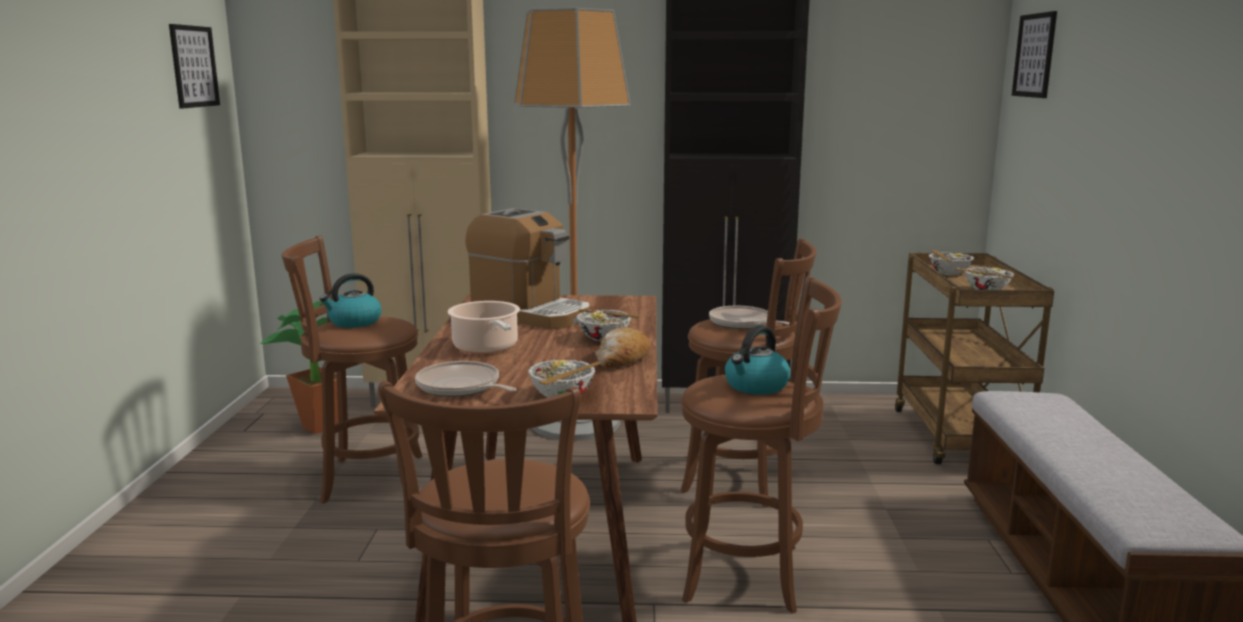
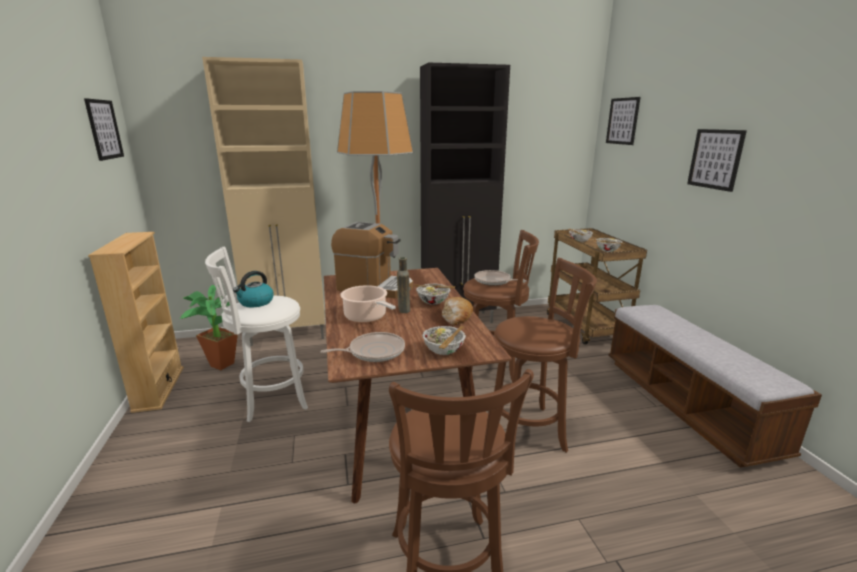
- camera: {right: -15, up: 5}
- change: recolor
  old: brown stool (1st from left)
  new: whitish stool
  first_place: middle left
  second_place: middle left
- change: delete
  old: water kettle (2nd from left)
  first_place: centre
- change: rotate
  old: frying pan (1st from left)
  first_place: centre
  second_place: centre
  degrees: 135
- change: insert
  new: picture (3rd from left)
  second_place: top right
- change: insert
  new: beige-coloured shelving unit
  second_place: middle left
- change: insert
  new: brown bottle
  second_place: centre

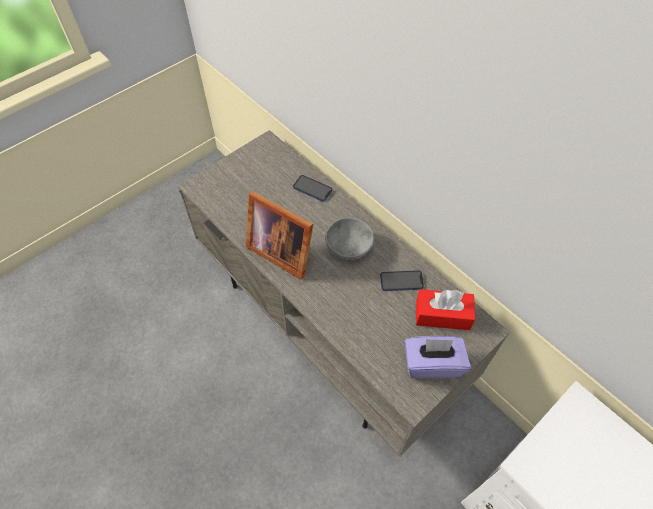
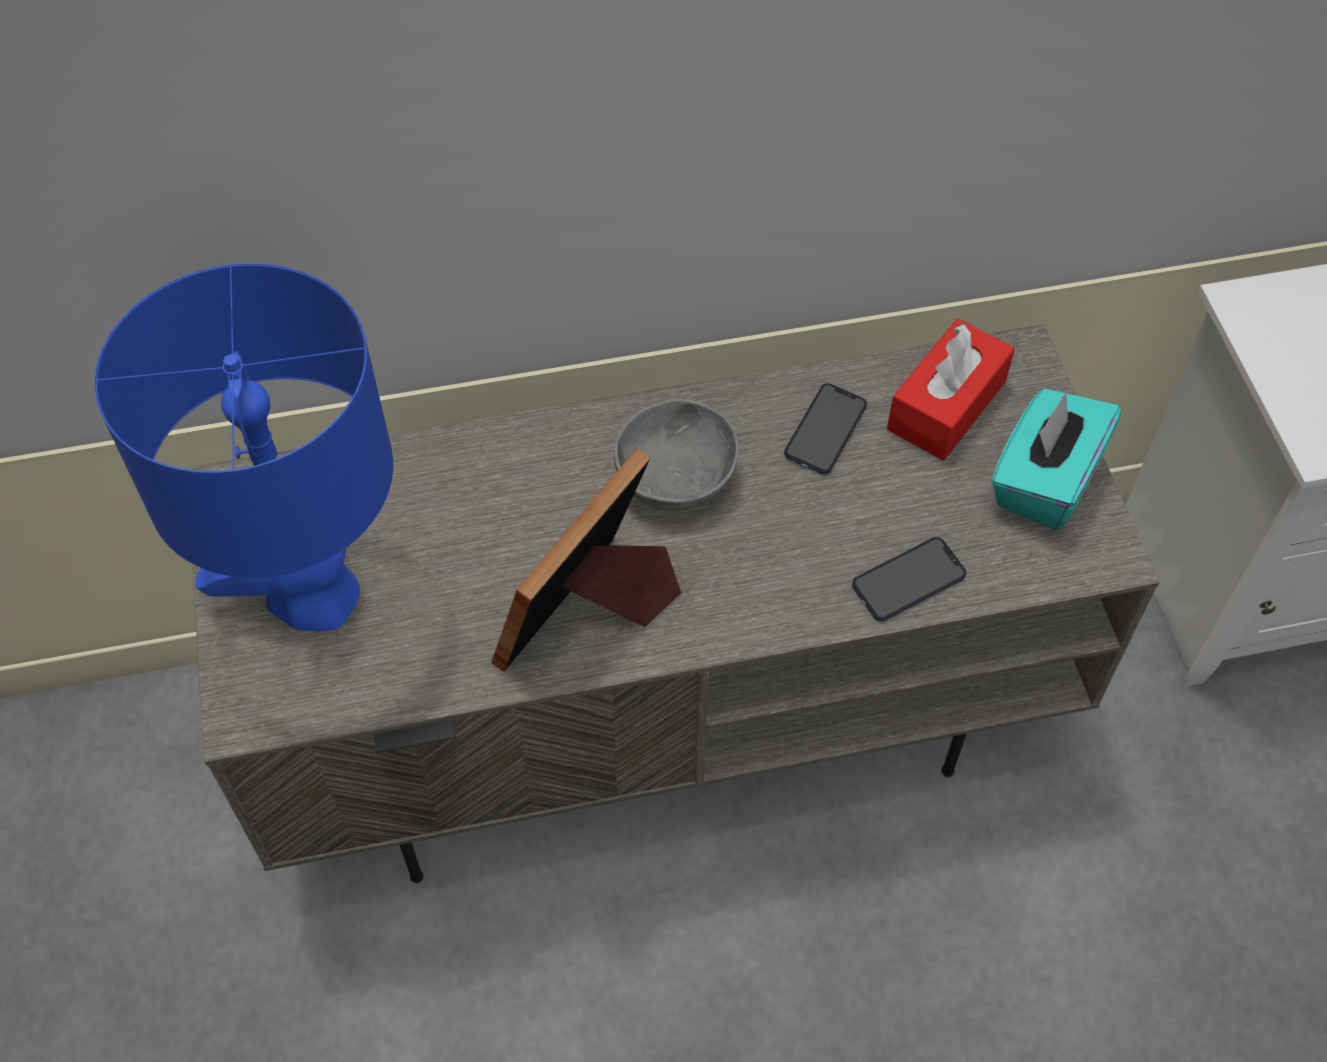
- camera: {right: -60, up: 0}
- change: move
  old: phone (1st from left in the first image)
  new: phone (2nd from left)
  first_place: centre
  second_place: middle right
- change: rotate
  old: standing frame
  first_place: centre
  second_place: centre
  degrees: 150
- change: recolor
  old: purple-coloured tissue holder
  new: turquoise tissue holder
  first_place: bottom right
  second_place: middle right
- change: insert
  new: blue-coloured lamp for a table
  second_place: middle left

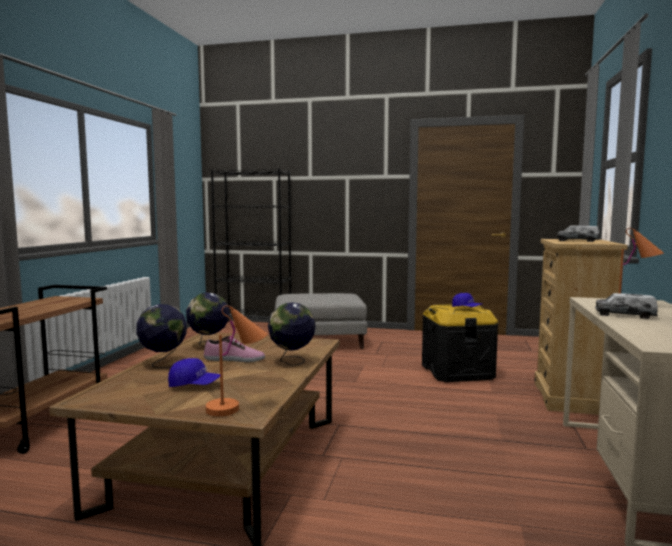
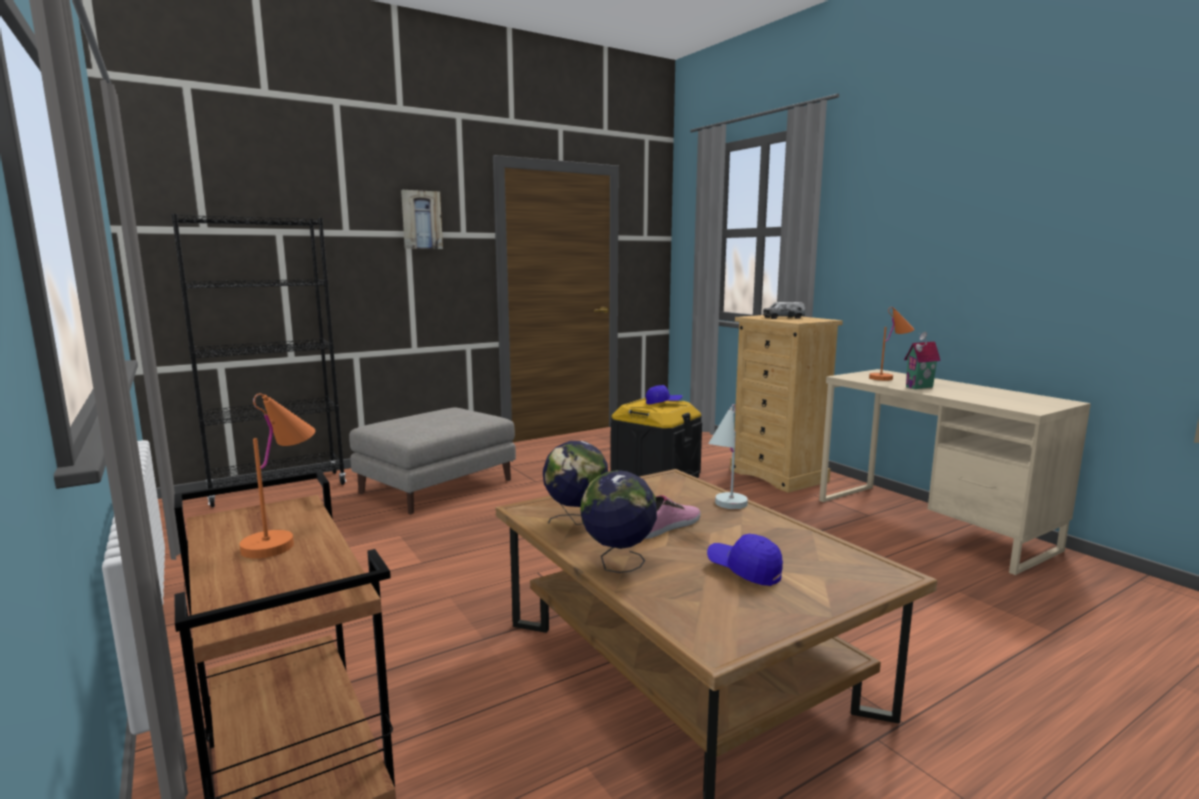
- camera: {right: -45, up: 5}
- change: replace
  old: model truck (2nd from left)
  new: model house
  first_place: middle right
  second_place: middle right
- change: replace
  old: world globe (3rd from left)
  new: whitish lamp for a table
  first_place: centre
  second_place: centre
- change: move
  old: orangey lamp for a table (1st from left)
  first_place: centre
  second_place: middle left
- change: rotate
  old: blue-coloured peaked cap (1st from left in the first image)
  first_place: bottom left
  second_place: bottom centre
  degrees: -105
- change: insert
  new: picture
  second_place: top centre

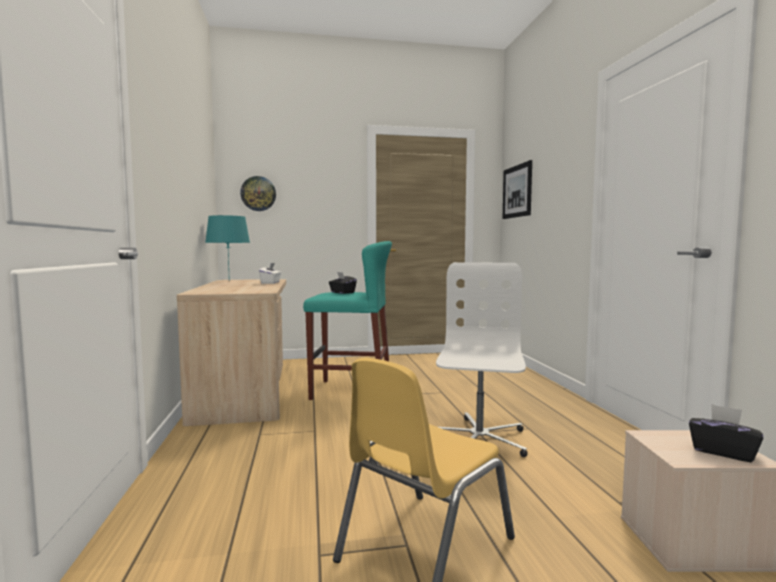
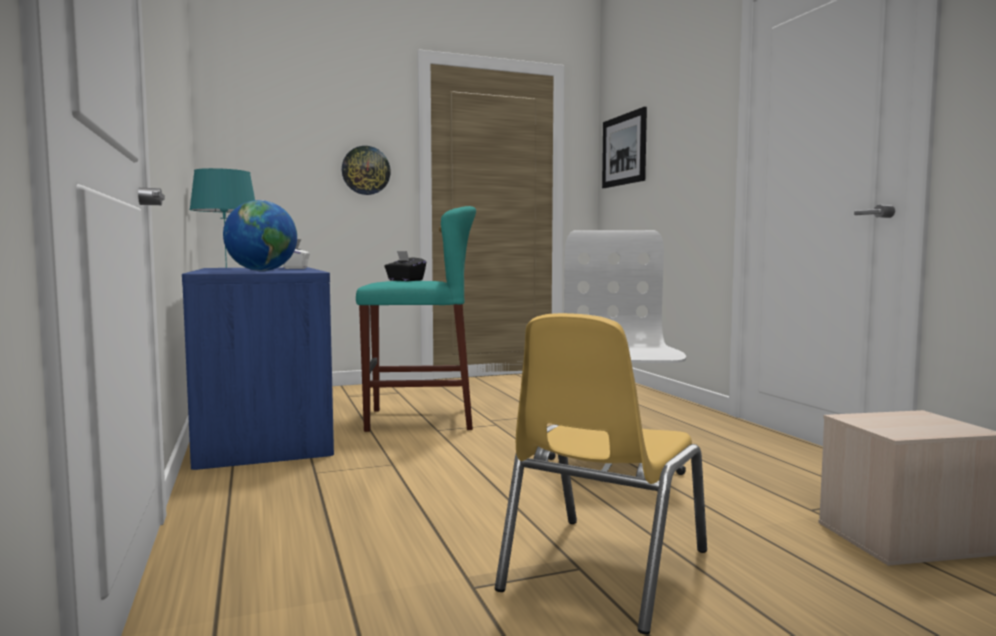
- camera: {right: -10, up: 0}
- change: move
  old: wall clock
  first_place: top left
  second_place: top centre
- change: recolor
  old: beige-coloured desk
  new: blue-coloured desk
  first_place: middle left
  second_place: middle left
- change: delete
  old: black-coloured tissue holder (2nd from left)
  first_place: bottom right
- change: insert
  new: world globe
  second_place: middle left

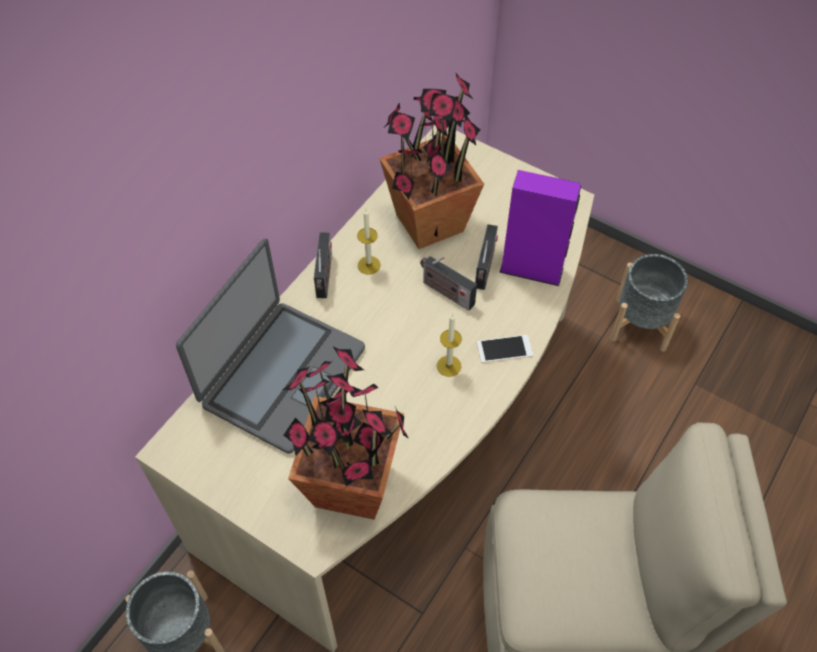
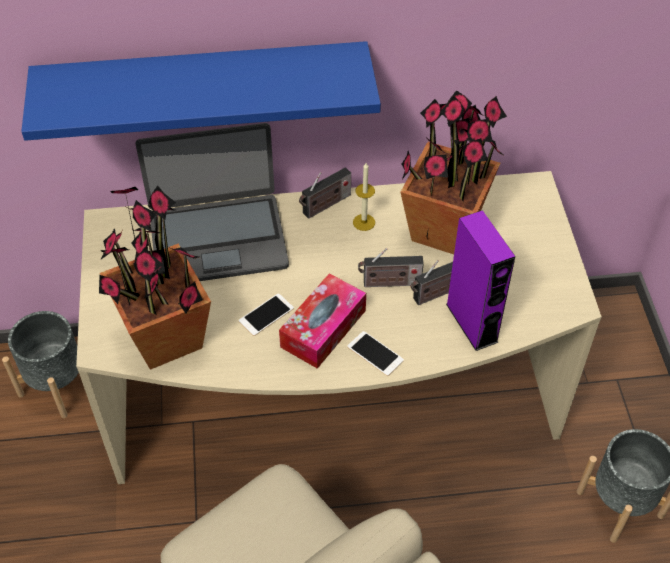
- camera: {right: 50, up: -5}
- change: rotate
  old: radio (2nd from left)
  first_place: centre
  second_place: centre
  degrees: -90
- change: replace
  old: wax candle (2nd from left)
  new: tissue holder
  first_place: centre
  second_place: centre
- change: insert
  new: blue-coloured shelf
  second_place: top left
- change: insert
  new: phone (1st from left)
  second_place: centre

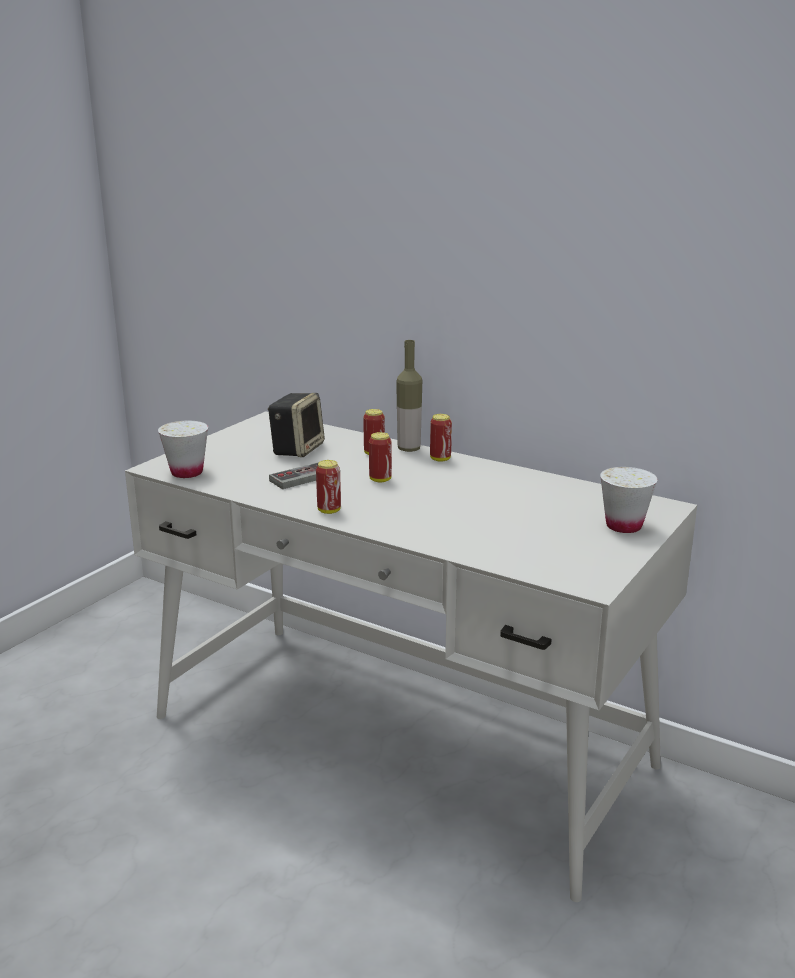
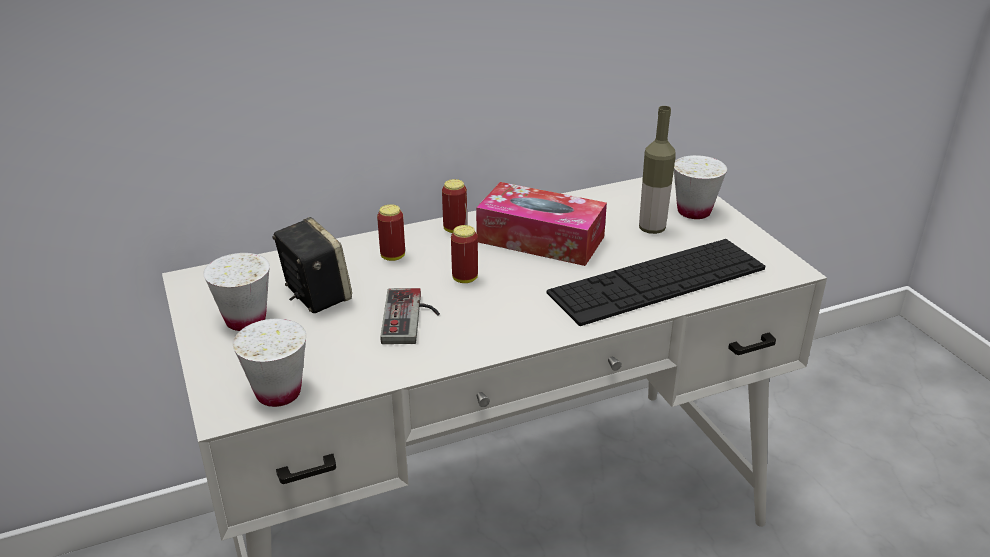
- camera: {right: -55, up: 10}
- change: move
  old: bottle
  first_place: centre
  second_place: top centre
- change: delete
  old: can (1st from left)
  first_place: centre
- change: insert
  new: tissue holder
  second_place: centre
- change: insert
  new: PC keyboard
  second_place: centre
- change: insert
  new: whitish small cup (1st from left)
  second_place: middle left

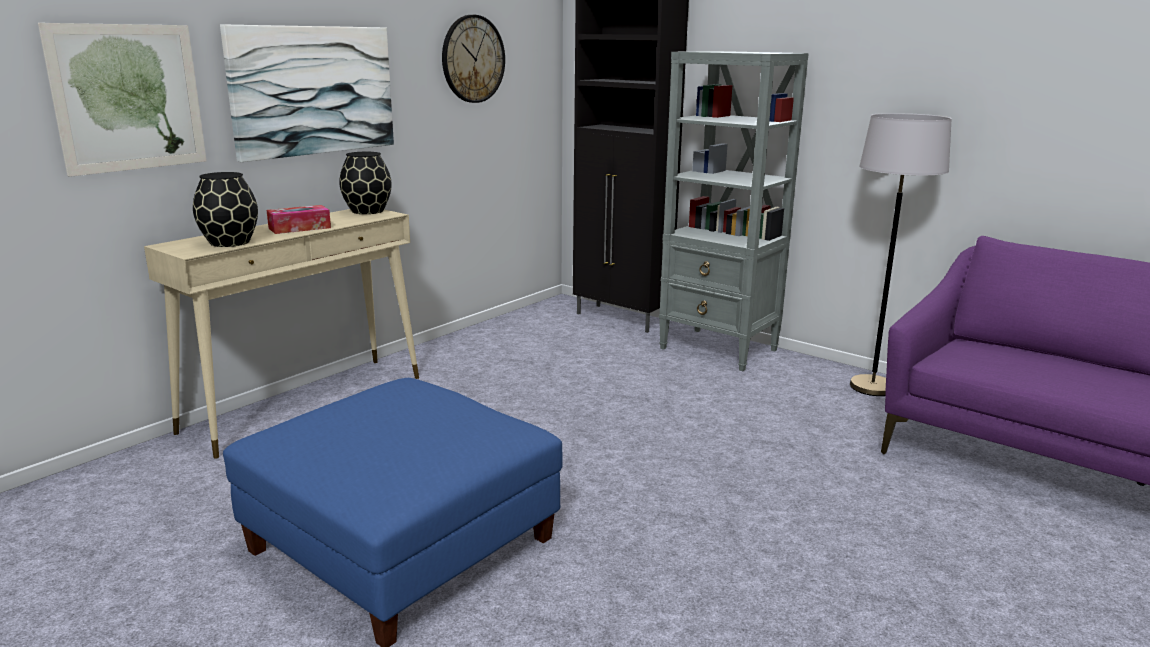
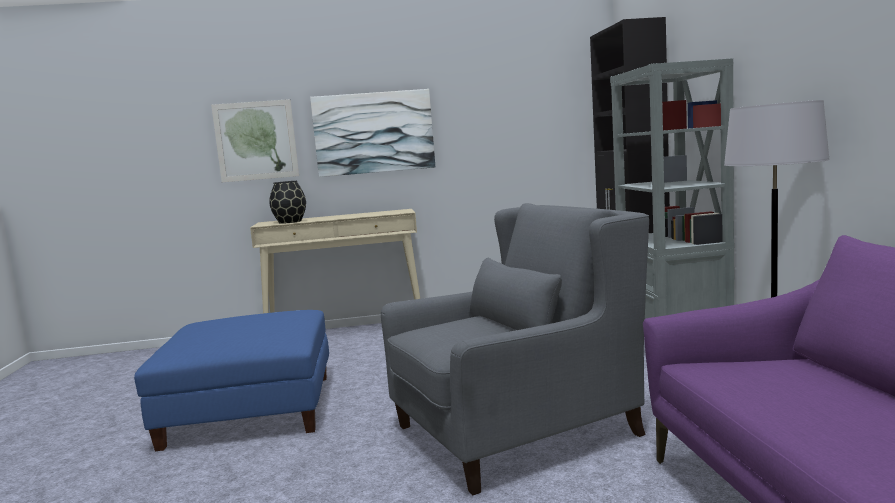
- camera: {right: 45, up: -10}
- change: delete
  old: wall clock
  first_place: top centre
- change: delete
  old: black-coloured flower vase (2nd from left)
  first_place: top left
- change: delete
  old: tissue holder
  first_place: middle left
- change: insert
  new: gray armchair
  second_place: bottom centre

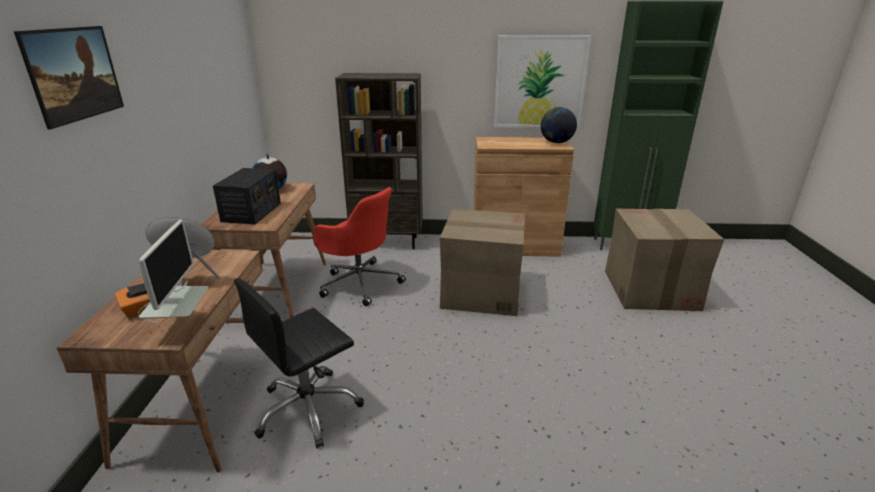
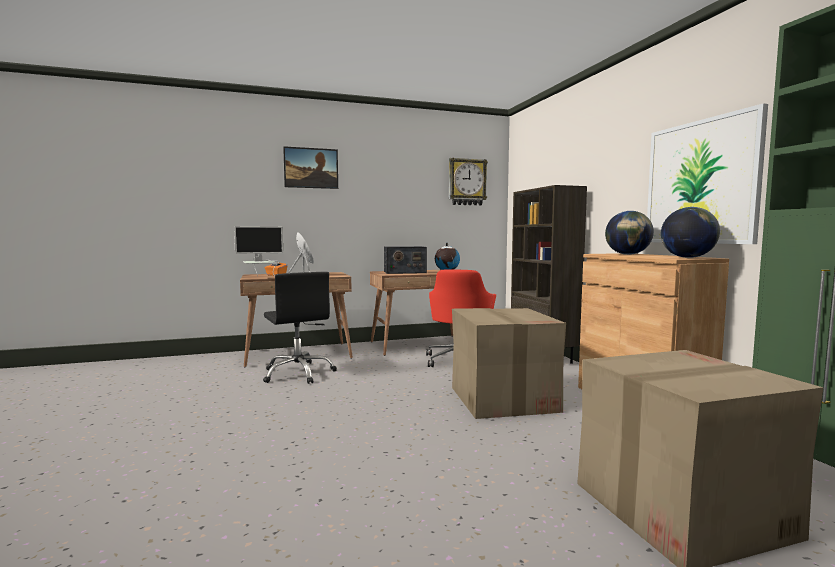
- camera: {right: 70, up: -20}
- change: rotate
  old: black-coloured office chair
  first_place: bottom centre
  second_place: centre
  degrees: -150
- change: insert
  new: wall clock
  second_place: top centre
- change: insert
  new: world globe (2nd from left)
  second_place: middle right

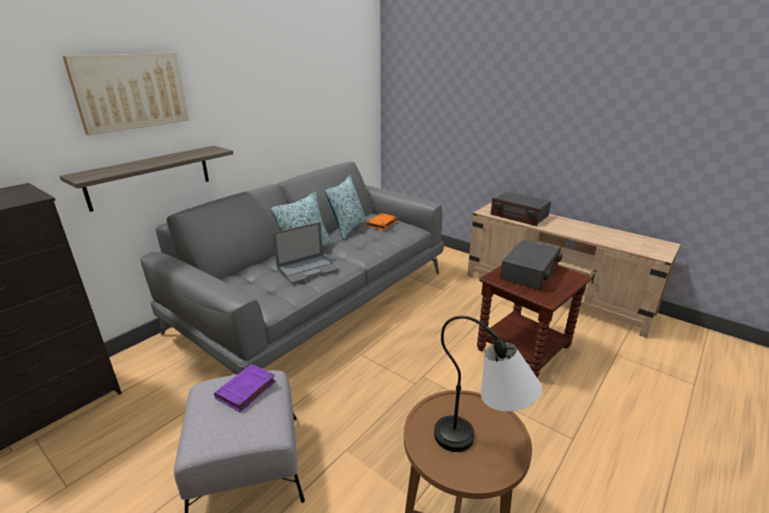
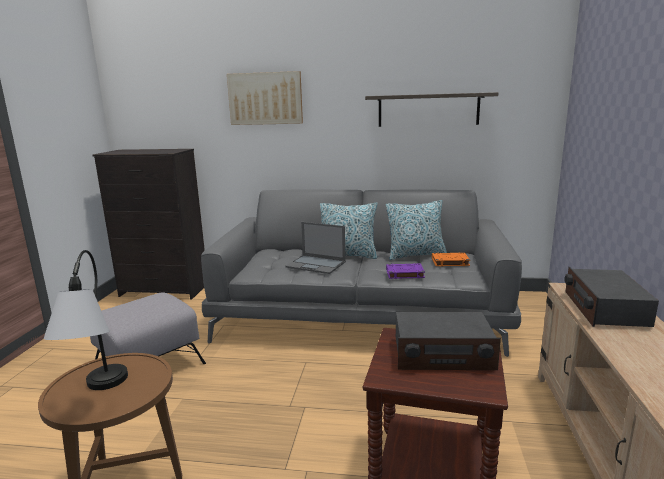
- camera: {right: 60, up: -10}
- change: move
  old: shelf
  first_place: middle left
  second_place: top centre
- change: move
  old: purple-coloured bound book
  first_place: bottom left
  second_place: centre

